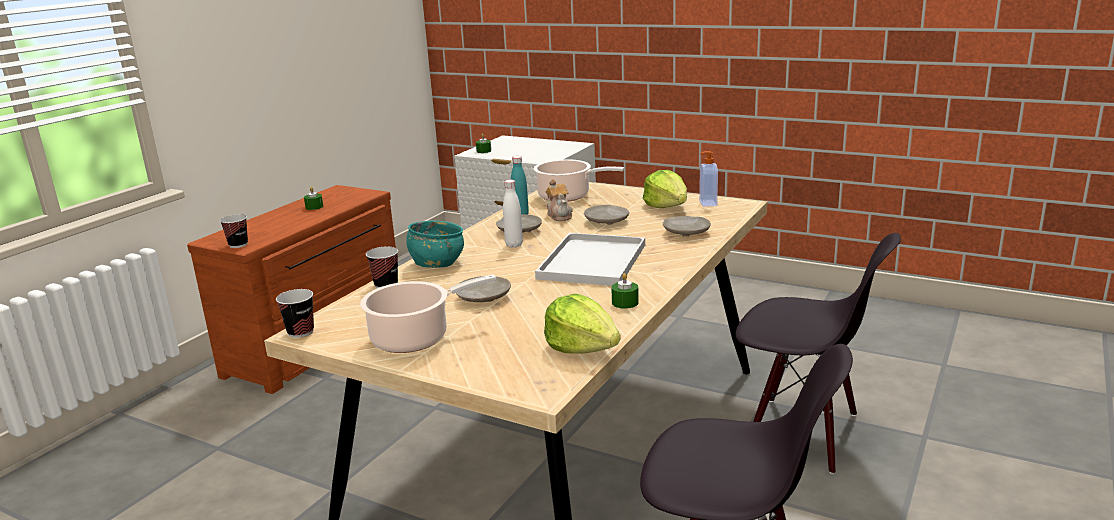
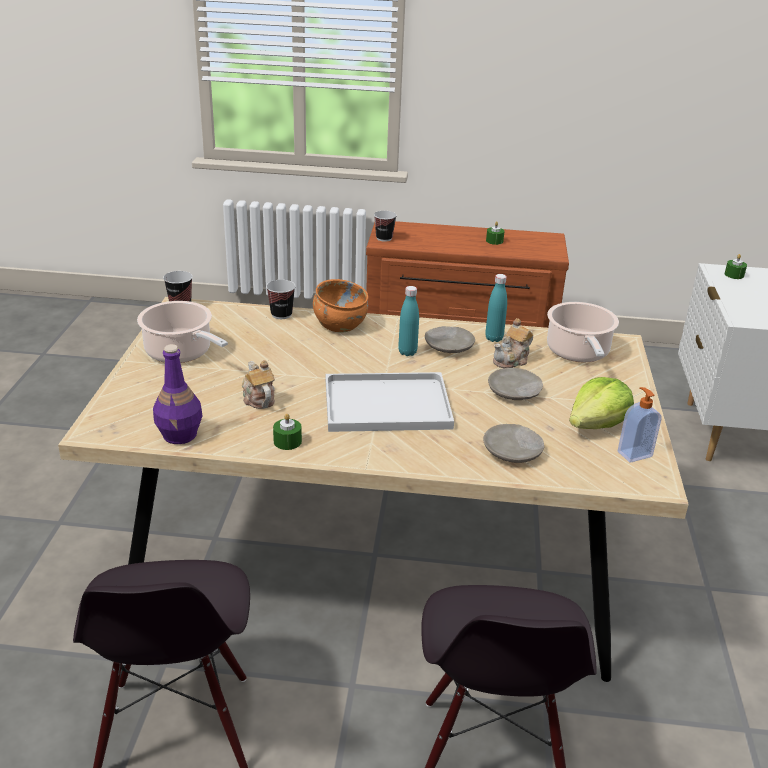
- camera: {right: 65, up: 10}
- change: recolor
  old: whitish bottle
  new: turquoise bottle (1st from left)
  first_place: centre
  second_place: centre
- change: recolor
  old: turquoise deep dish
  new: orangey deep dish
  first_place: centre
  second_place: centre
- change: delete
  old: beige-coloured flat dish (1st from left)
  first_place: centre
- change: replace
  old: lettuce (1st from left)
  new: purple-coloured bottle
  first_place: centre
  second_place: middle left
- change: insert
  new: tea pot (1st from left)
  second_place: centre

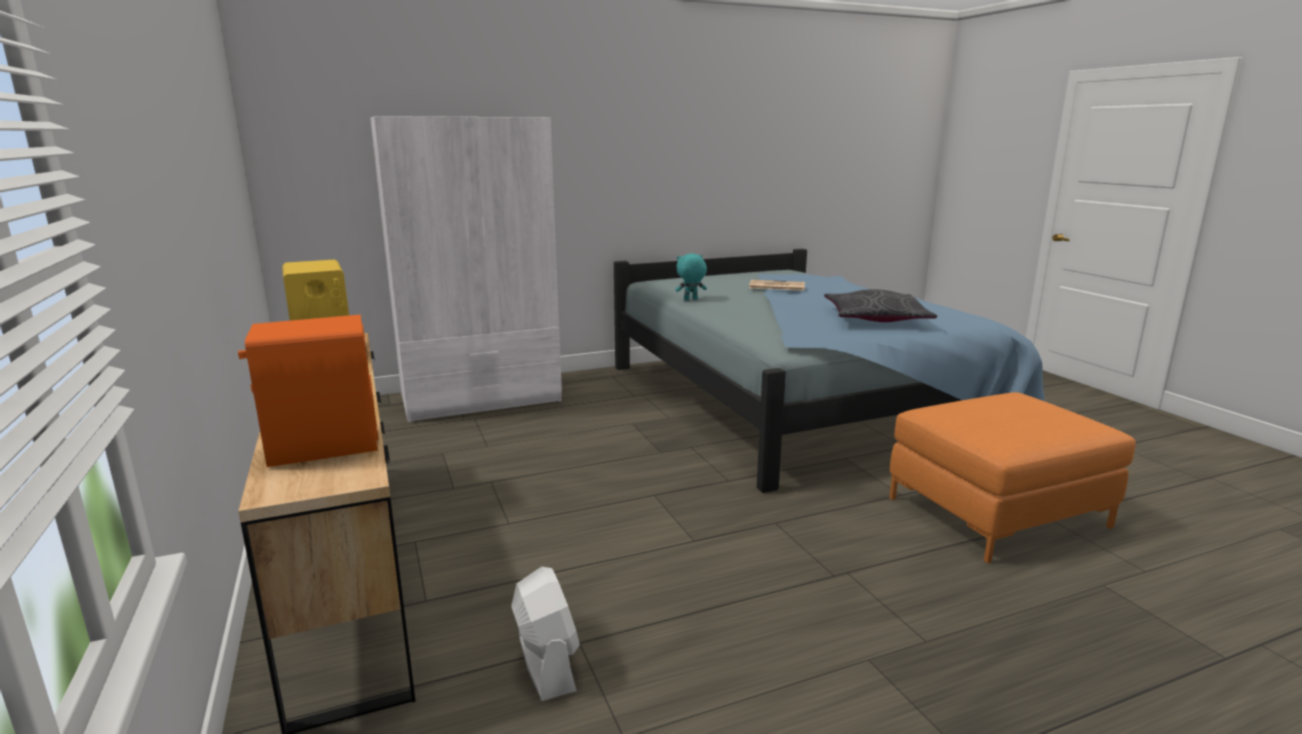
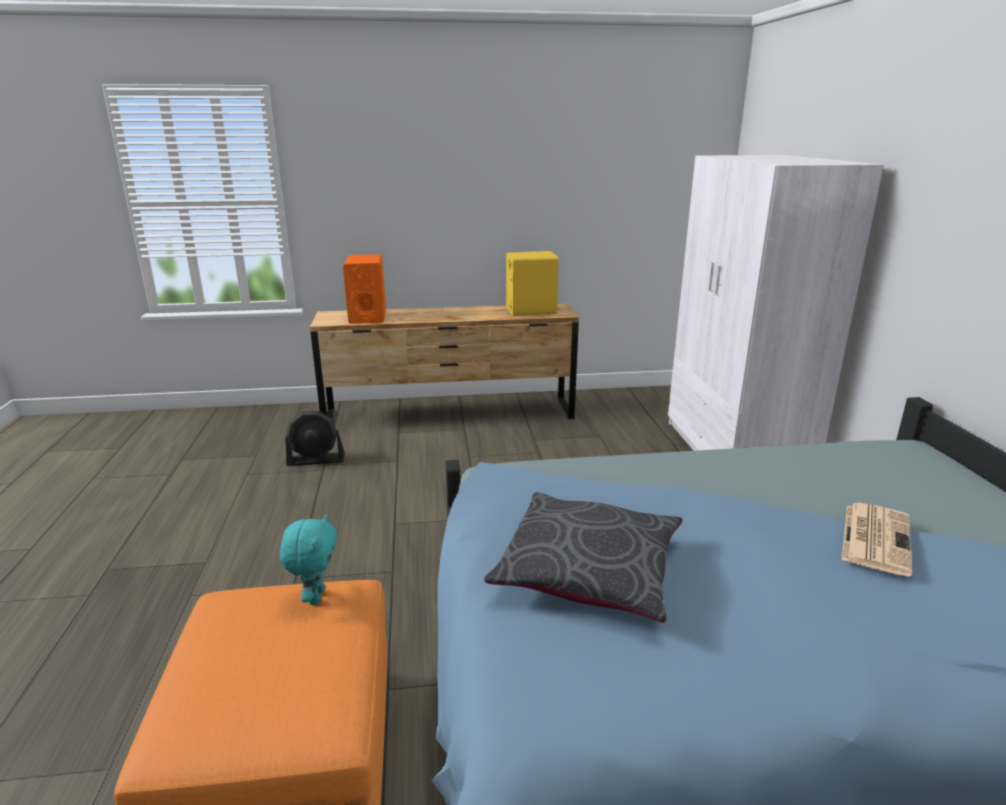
- camera: {right: 105, up: 5}
- change: move
  old: turquoise plush toy
  first_place: centre
  second_place: bottom left
- change: recolor
  old: whitish electric fan
  new: black-coloured electric fan
  first_place: bottom centre
  second_place: middle left

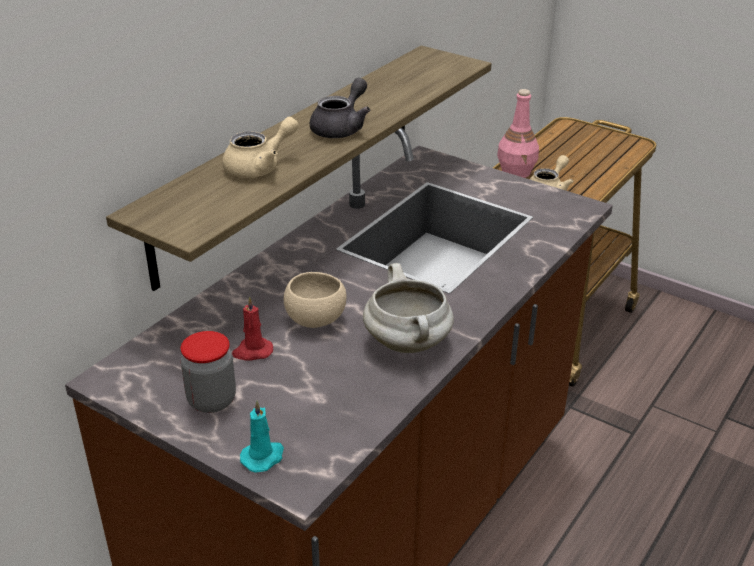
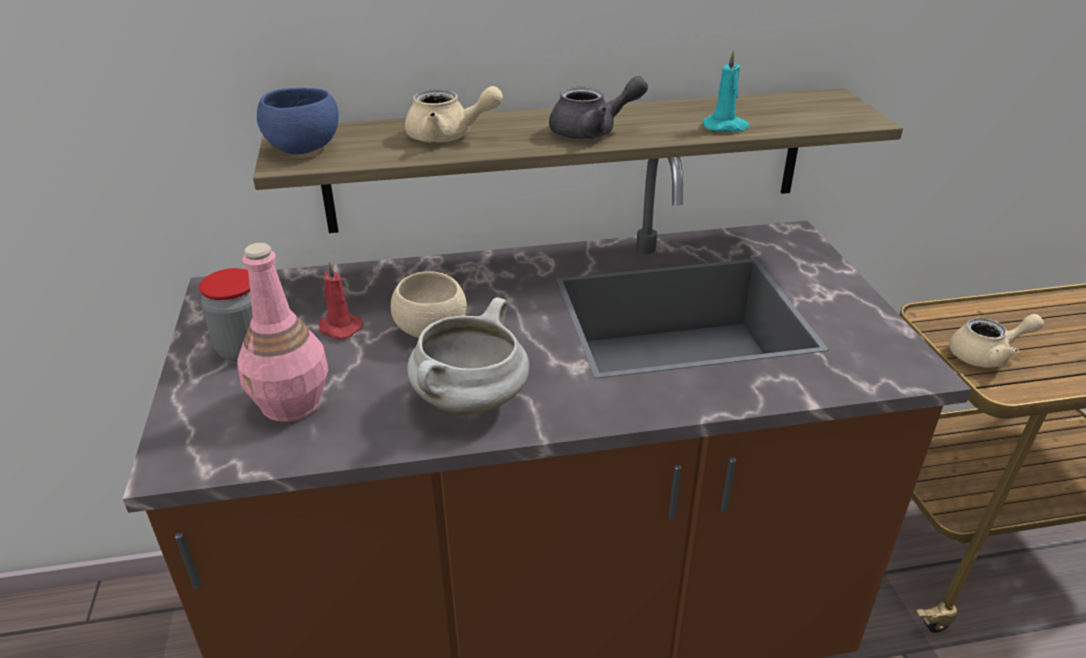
- camera: {right: 45, up: 0}
- change: move
  old: pink-coloured bottle
  first_place: top right
  second_place: middle left
- change: move
  old: turquoise wax candle
  first_place: bottom centre
  second_place: top right
- change: insert
  new: blue-coloured deep dish
  second_place: top left

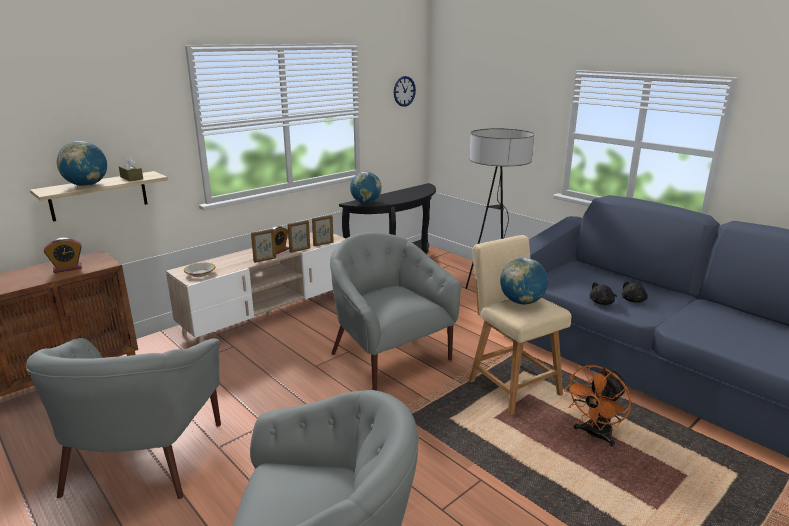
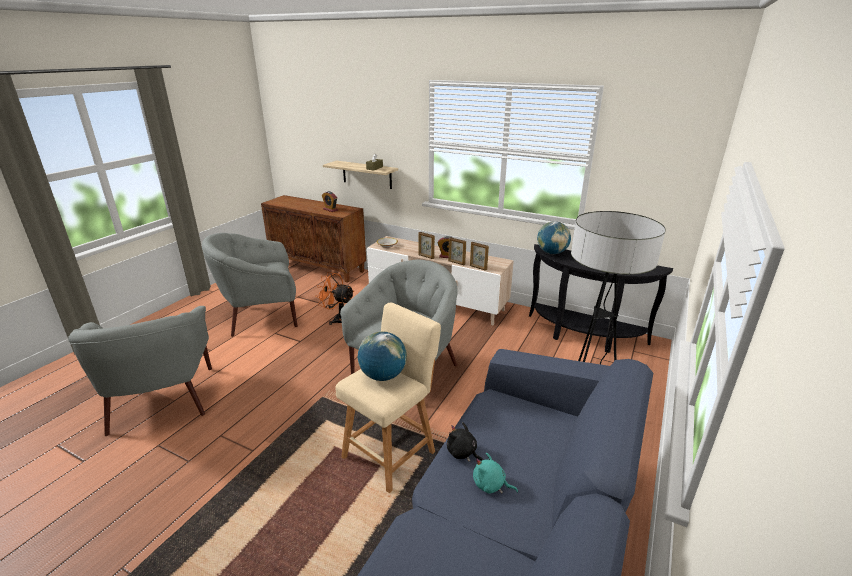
- camera: {right: 70, up: 5}
- change: delete
  old: wall clock
  first_place: top centre
- change: delete
  old: world globe (1st from left)
  first_place: top left
- change: recolor
  old: black-coloured plush toy (2nd from left)
  new: turquoise plush toy
  first_place: middle right
  second_place: bottom centre
- change: move
  old: orangey electric fan
  first_place: bottom right
  second_place: centre

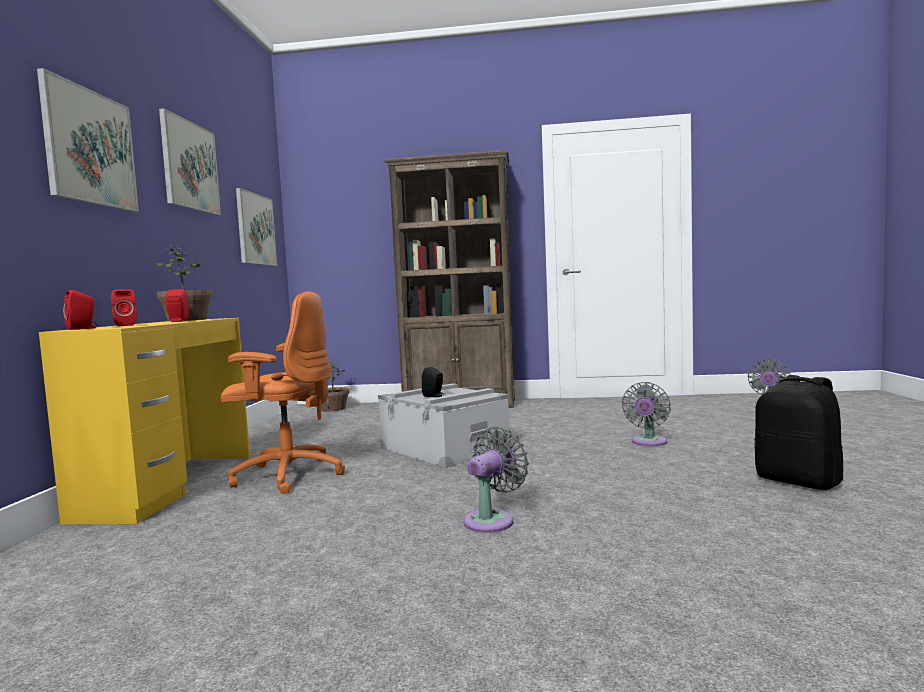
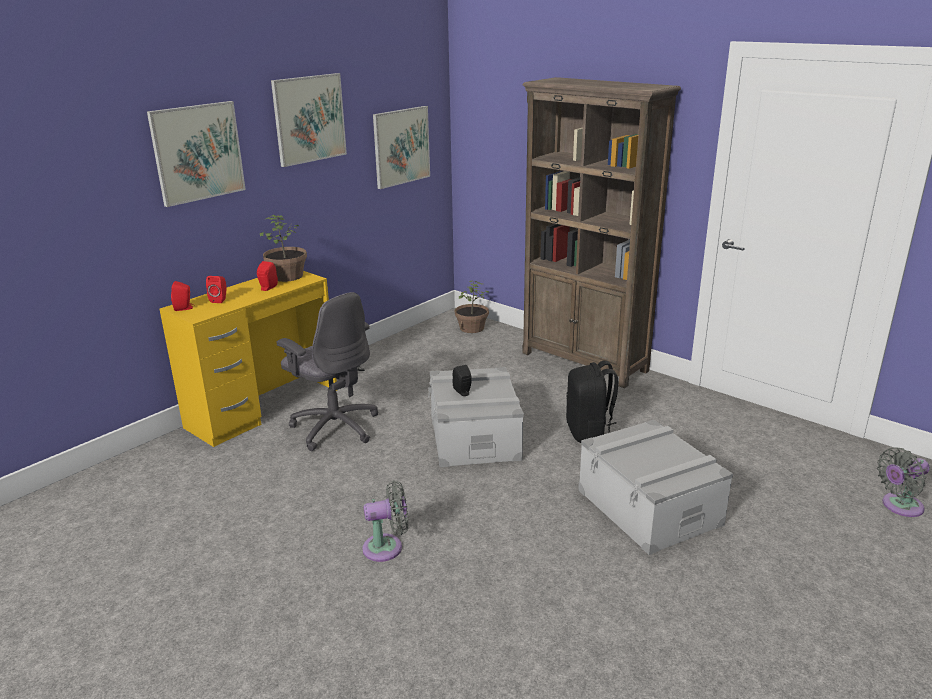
- camera: {right: 35, up: 20}
- change: recolor
  old: orangey office chair
  new: gray office chair
  first_place: middle left
  second_place: centre
- change: move
  old: black-coloured rucksack
  first_place: middle right
  second_place: centre
- change: replace
  old: gray electric fan (2nd from left)
  new: gray storage container (2nd from left)
  first_place: middle right
  second_place: bottom right

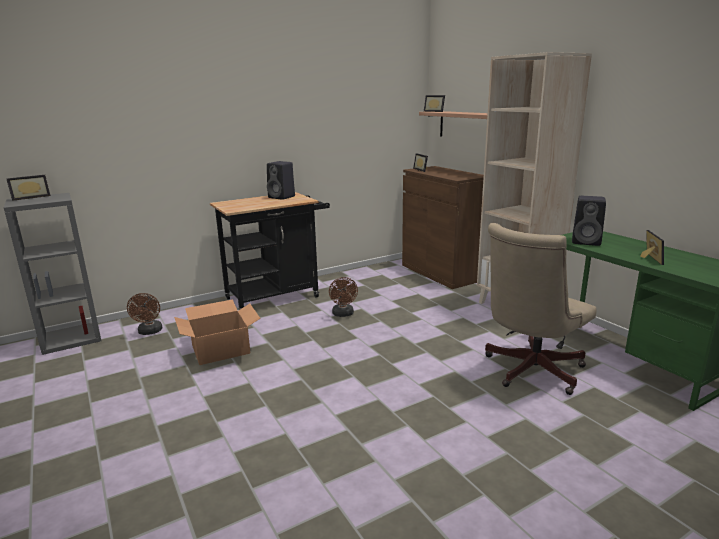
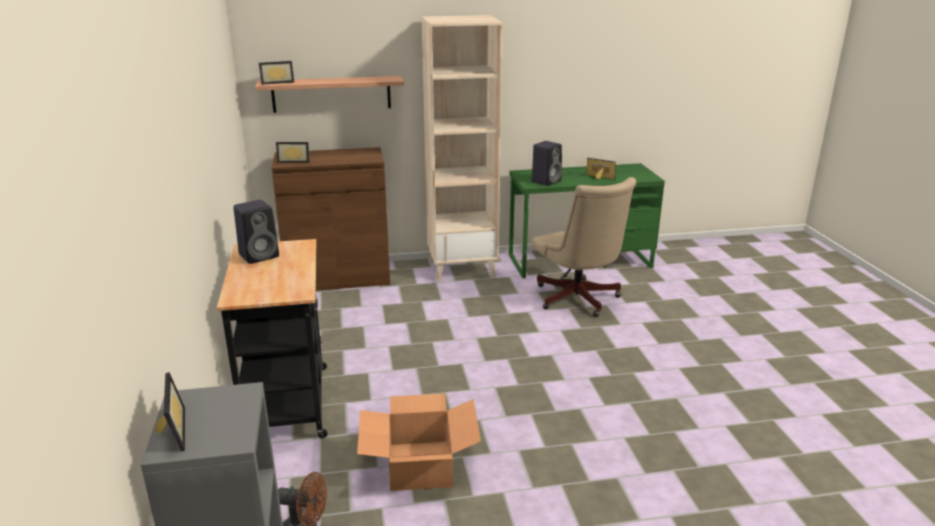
- camera: {right: -70, up: 5}
- change: delete
  old: brown electric fan (2nd from left)
  first_place: centre

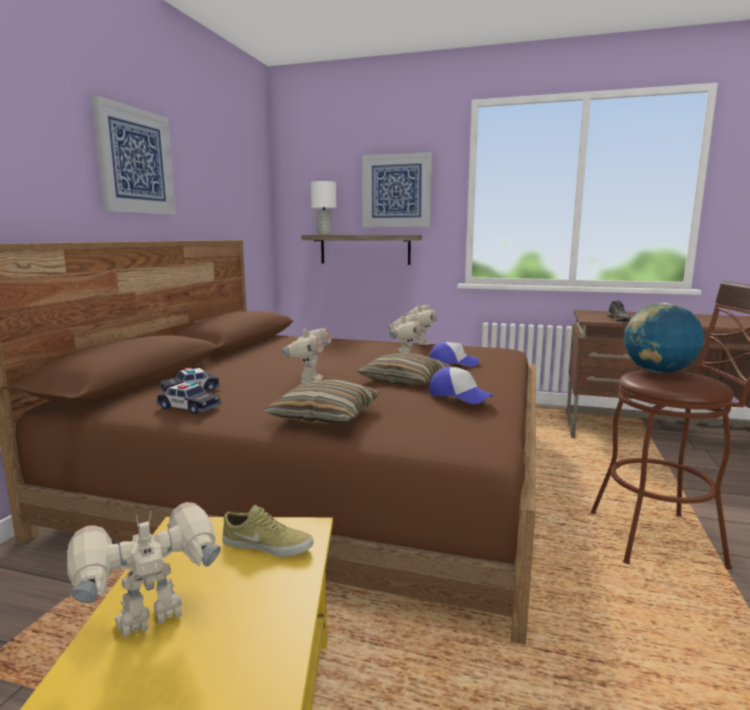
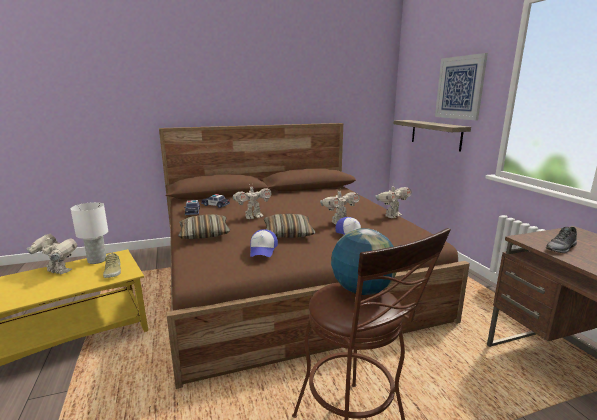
- camera: {right: 55, up: 5}
- change: delete
  old: picture (1st from left)
  first_place: top left
- change: move
  old: whitish lamp for a table
  first_place: top centre
  second_place: middle left

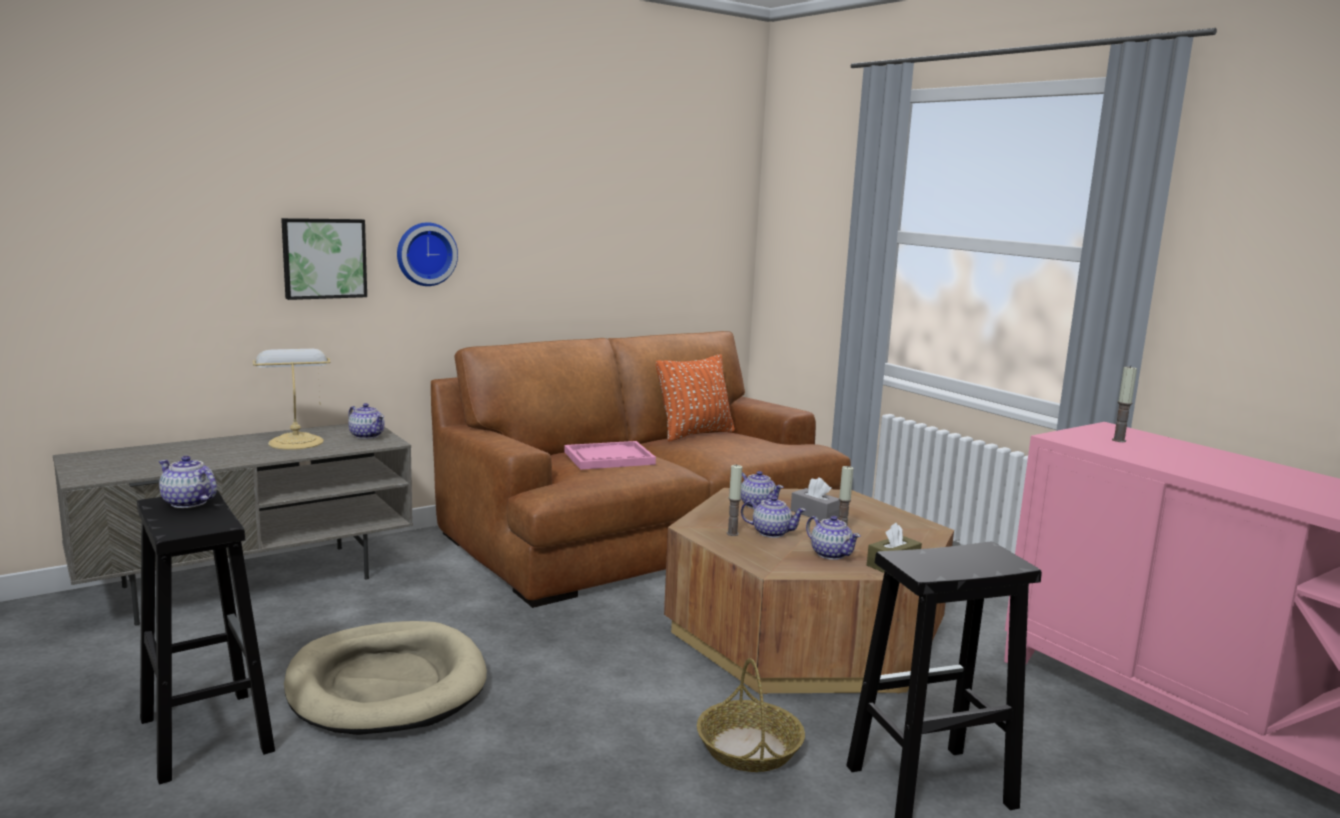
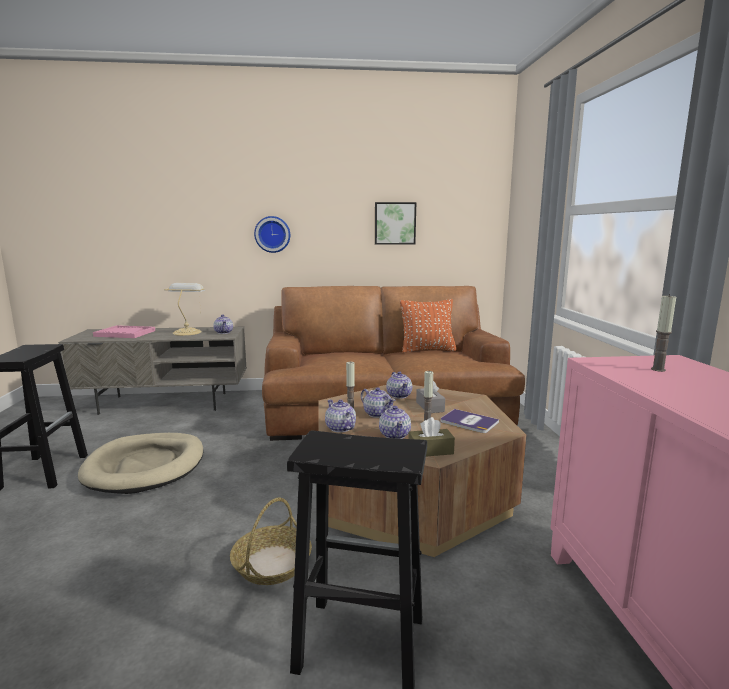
- camera: {right: 30, up: 0}
- change: move
  old: picture
  first_place: top left
  second_place: top centre
- change: move
  old: pink-coloured tray
  first_place: centre
  second_place: middle left
- change: move
  old: tea pot (1st from left in the first image)
  new: tea pot (2nd from left)
  first_place: middle left
  second_place: centre
- change: insert
  new: bound book
  second_place: centre

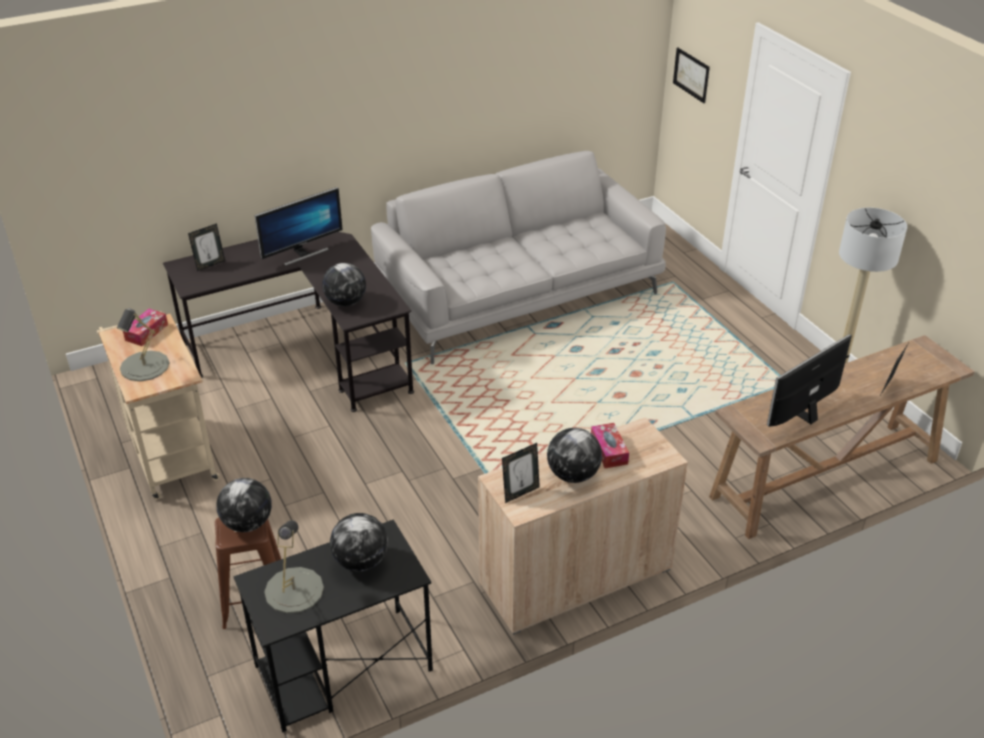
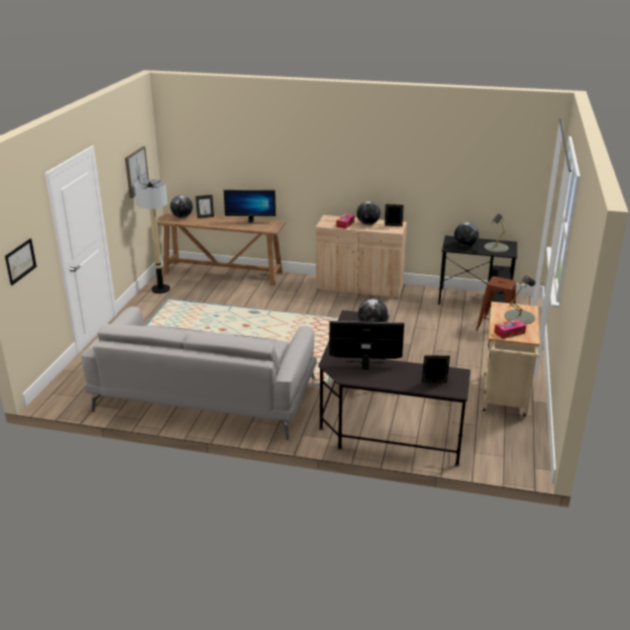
- camera: {right: -140, up: -10}
- change: move
  old: world globe (1st from left)
  first_place: bottom left
  second_place: top left
- change: insert
  new: picture (2nd from left)
  second_place: top left

